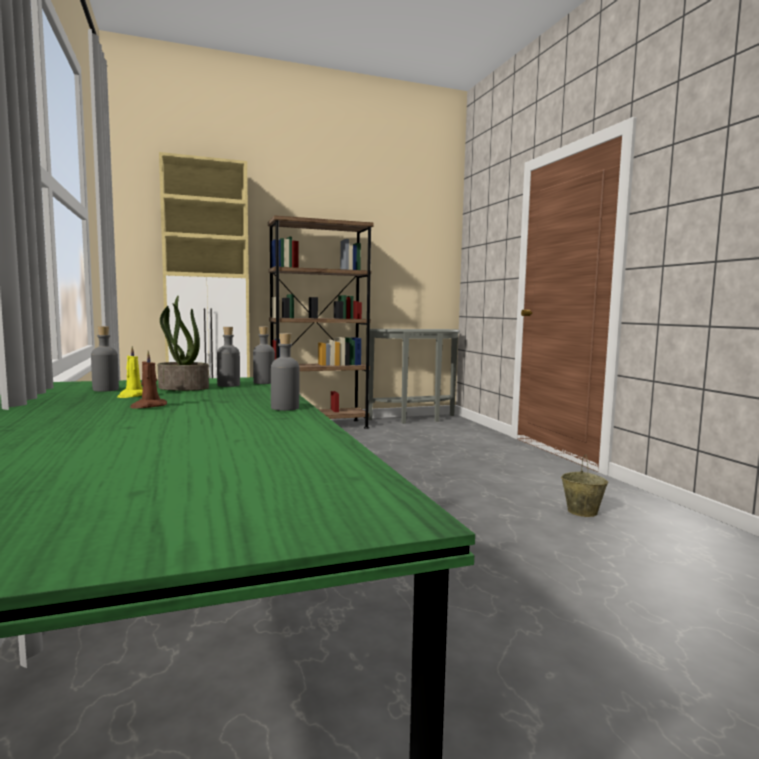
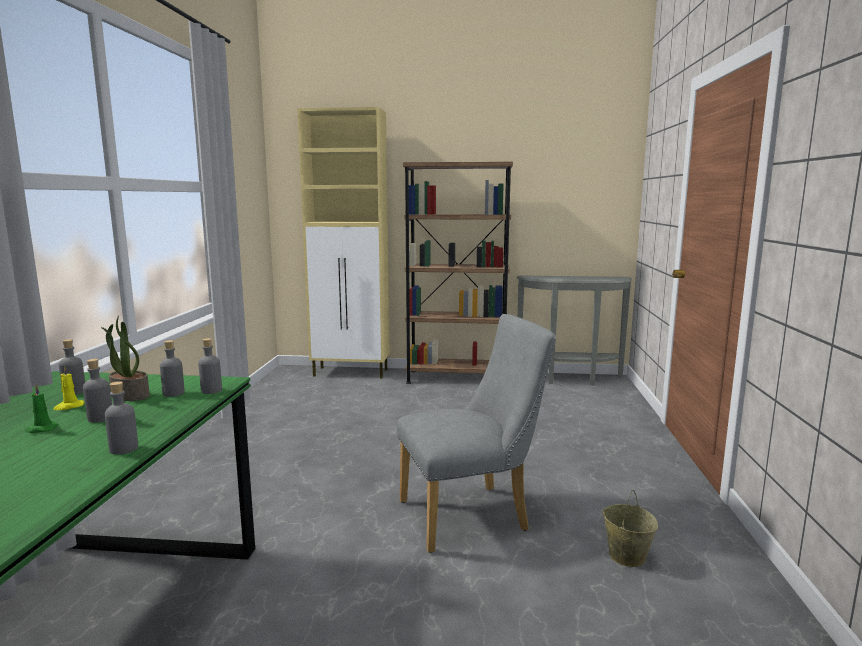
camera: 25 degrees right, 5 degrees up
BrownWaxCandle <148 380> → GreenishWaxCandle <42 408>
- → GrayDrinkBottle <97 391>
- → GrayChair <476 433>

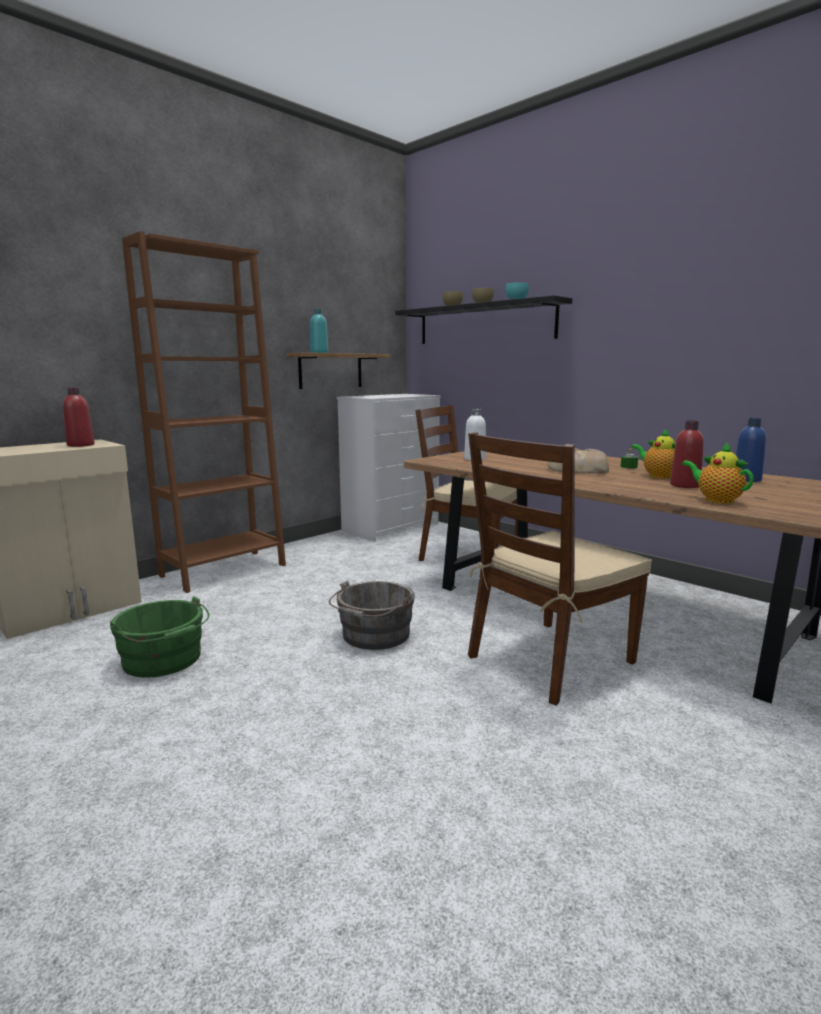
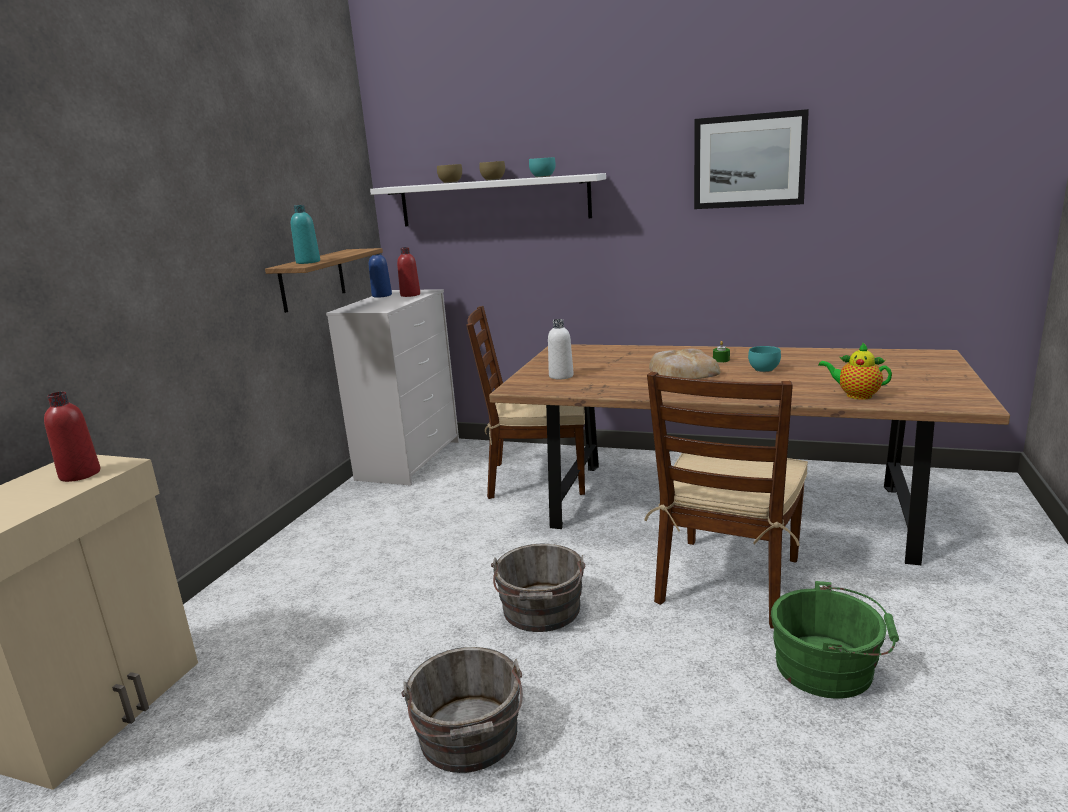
camera: 25 degrees left, 5 degrees up
BluishDrinkBottle <751 450> → BluishDrinkBottle <380 275>, relocated
BlackShelf <483 319> → WhitishShelf <488 199>
RedColouredDrinkBottle <687 454> → RedColouredDrinkBottle <408 272>, relocated
- → GrayBucket <462 710>
- → WallArt <751 159>
Teapot <654 454> → TurquoiseServingBowl <764 359>
GreenishBucket <160 637> → GreenishBucket <835 640>, relocated
BrownShelvingUnit <204 412> → -

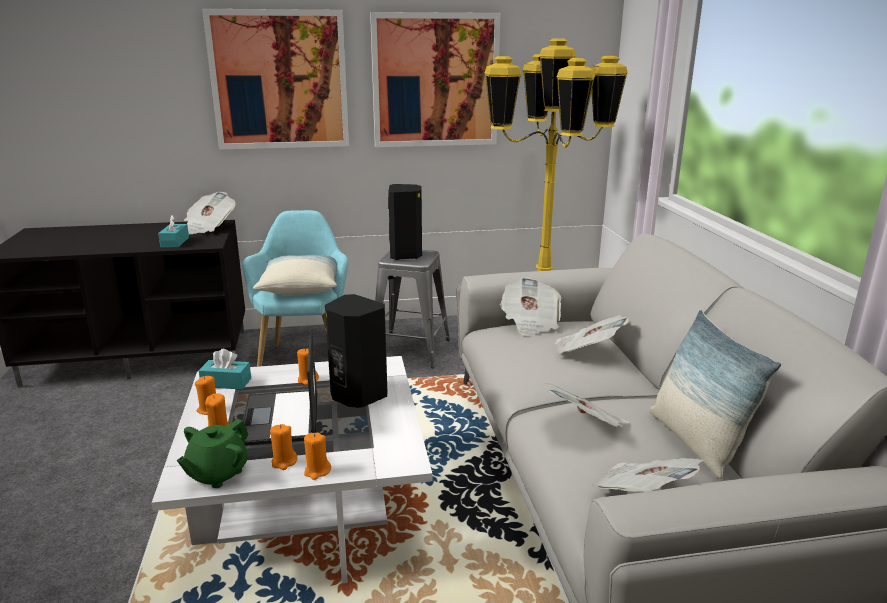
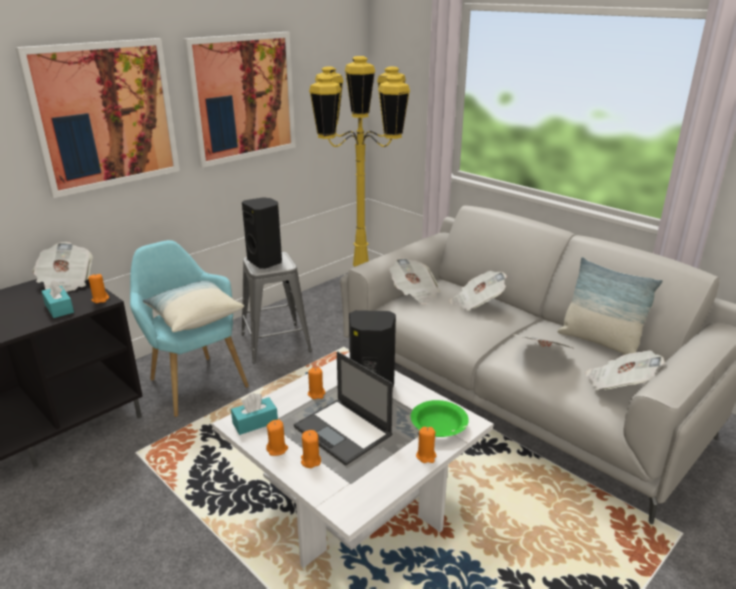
camera: 35 degrees left, 5 degrees up
OrangeyWaxCandle <283 447> → OrangeyWaxCandle <98 288>, relocated
- → GreenishServingBowl <440 418>
GreenishTeapot <213 453> → -

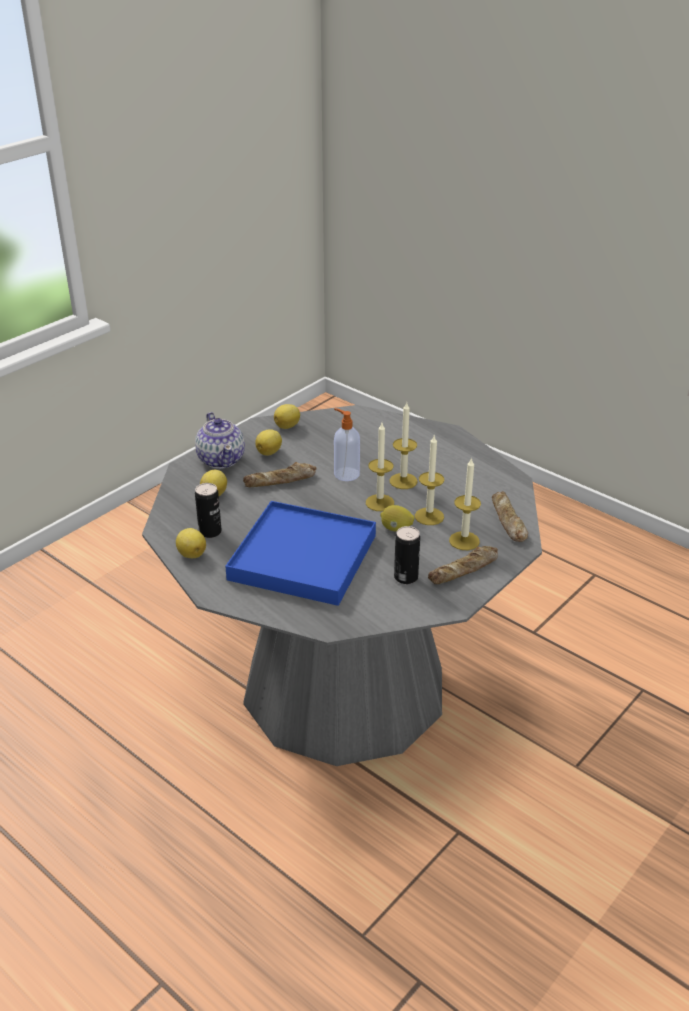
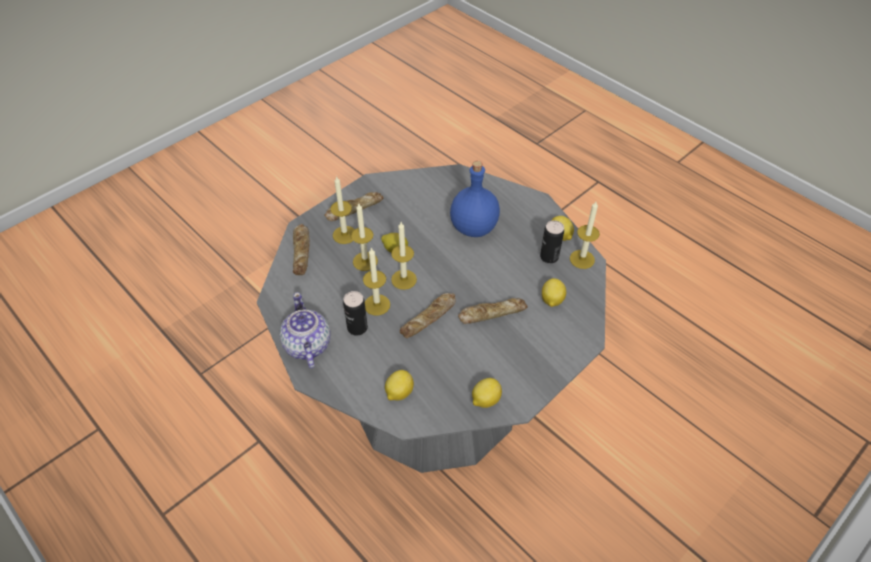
camera: 175 degrees left, 15 degrees up
Teapot <220 440> → Teapot <305 330>, relocated
MetalCan <407 555> → MetalCan <355 313>, relocated
CitrusFruit <268 442> → CitrusFruit <399 385>, relocated
LiquidSoapBottle <347 444> → BakedBread <428 315>
BluishTray <300 553> → BluishDrinkBottle <475 199>
- → WaxCandle <585 235>

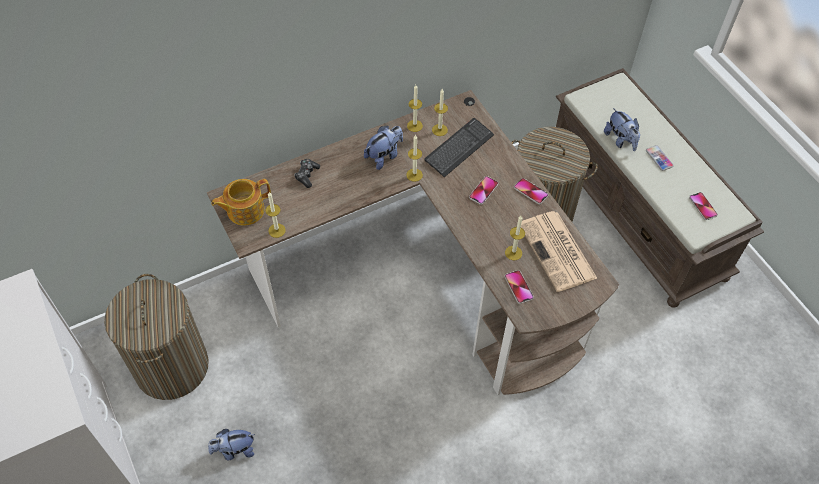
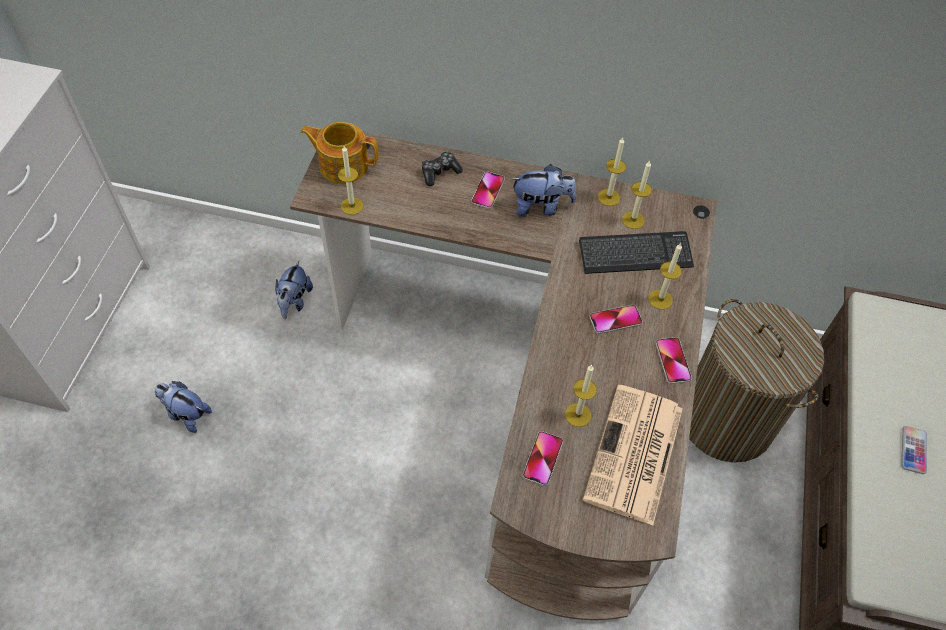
camera: 40 degrees right, 0 degrees up
PlushToy <622 129> → PlushToy <294 290>, relocated
Phone <703 206> → Phone <488 190>, relocated
WaxCandle <414 158> → WaxCandle <665 276>, relocated
WashingBasket <156 337> → -

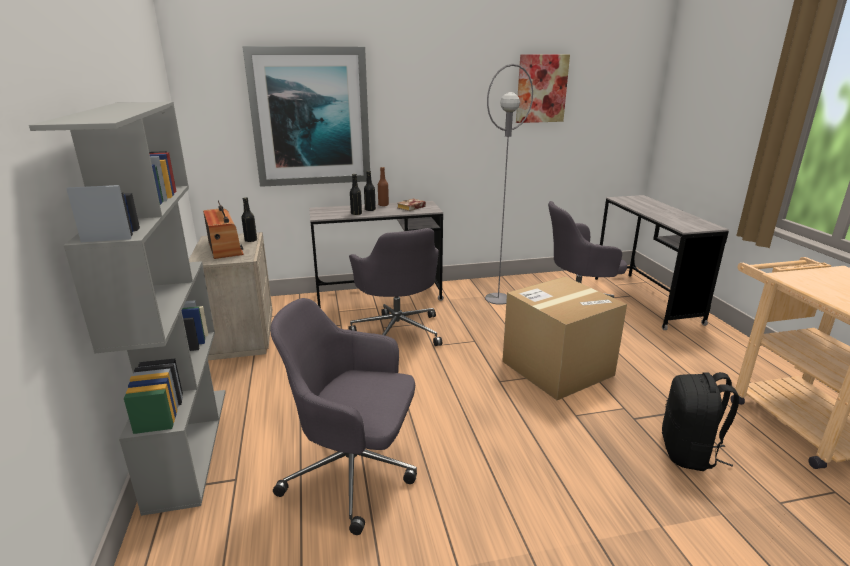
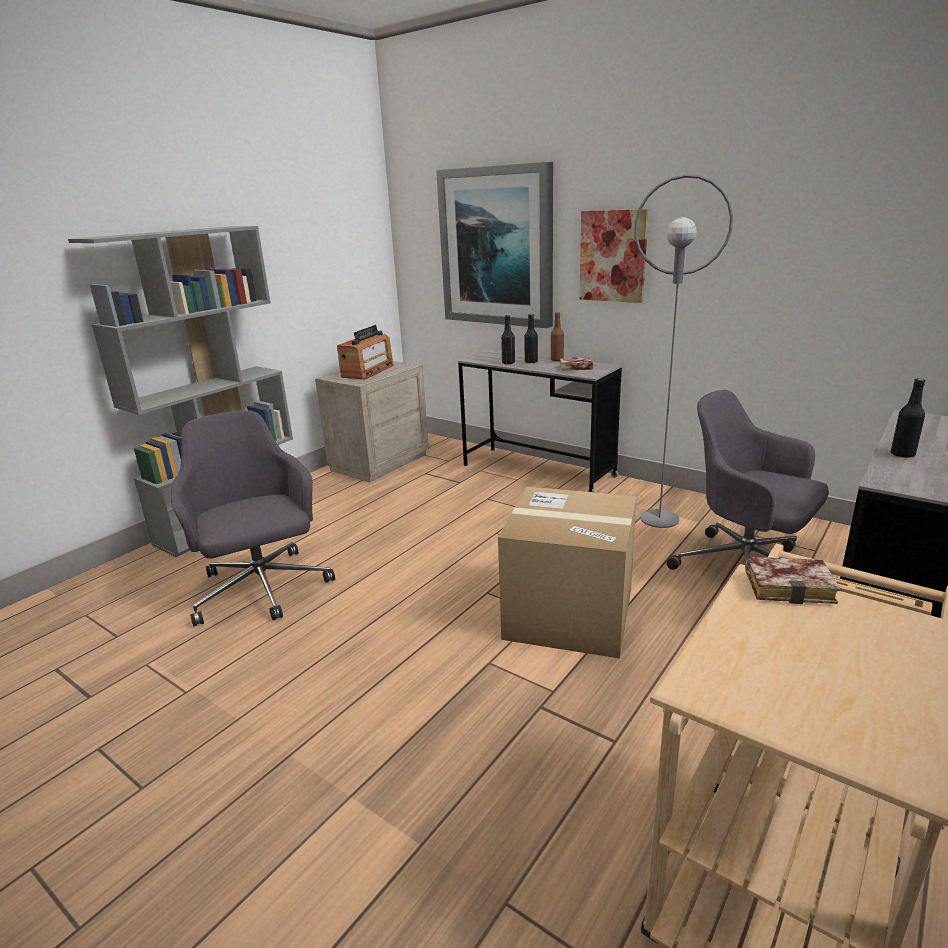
camera: 50 degrees right, 0 degrees up
WallArt <543 89> → WallArt <614 256>, relocated
- → Volume <792 580>
BlackDrinkBottle <249 219> → BlackDrinkBottle <908 418>, relocated
GrayDeskChair <395 287> → -
BlackKnapsack <700 421> → -

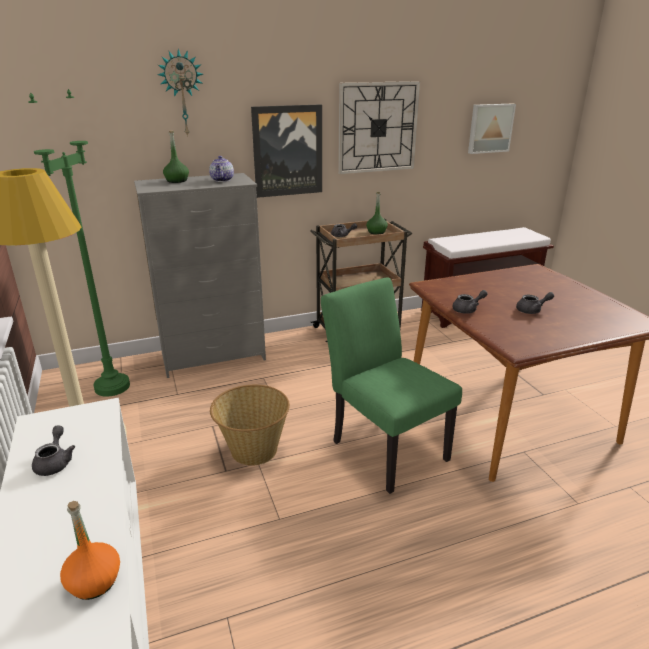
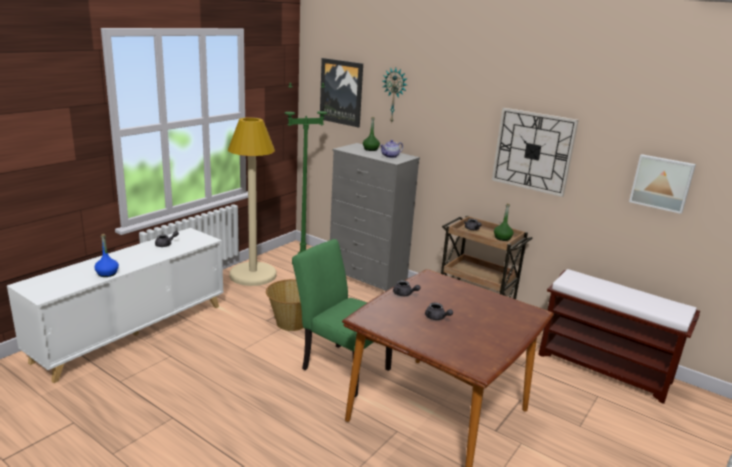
camera: 55 degrees right, 5 degrees down
OrangeyDrinkBottle <90 550> → BluishDrinkBottle <106 255>
GreenishChair <391 385> → GreenishChair <342 318>, 75 degrees counterclockwise
WallArt <286 151> → WallArt <341 93>, relocated

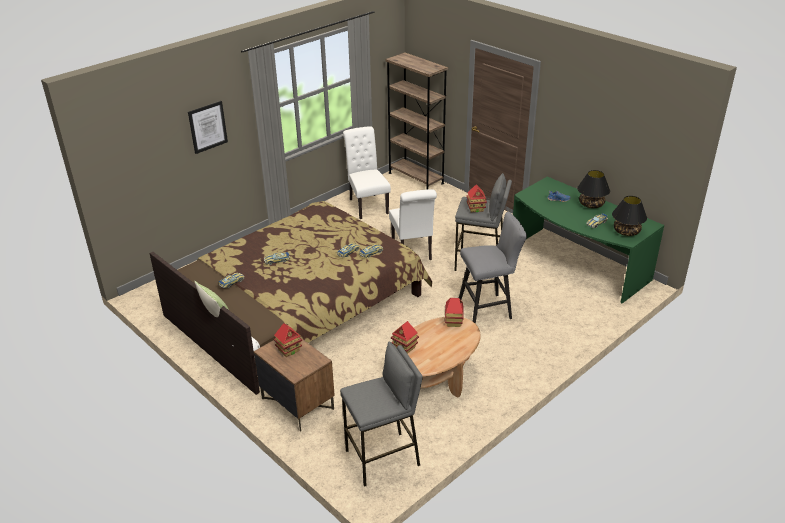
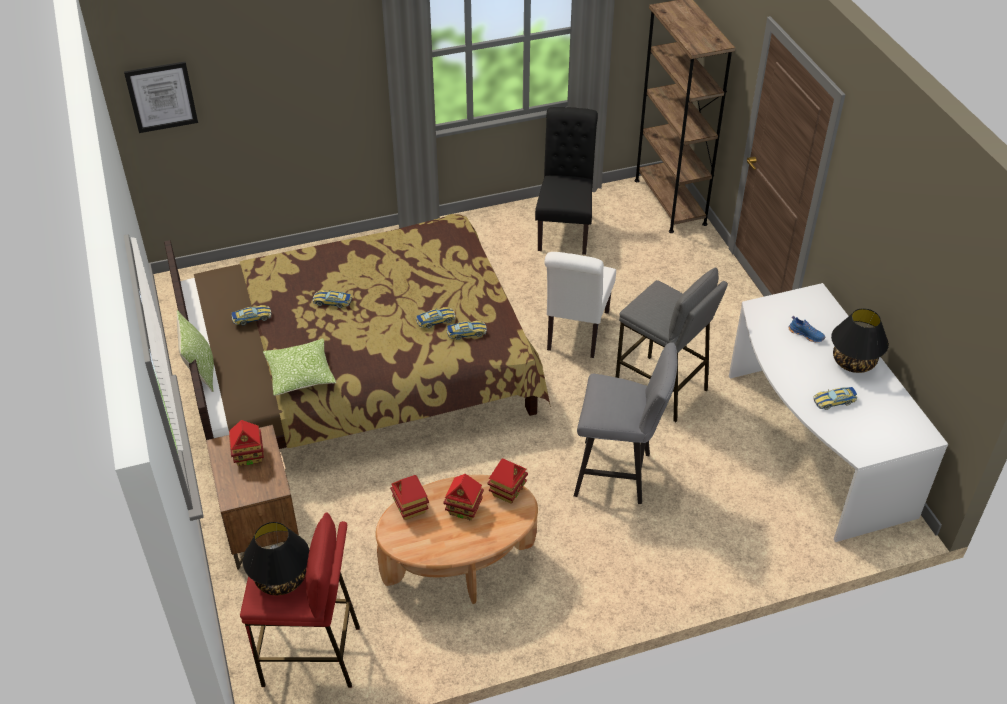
camera: 25 degrees right, 10 degrees up
WallArt <208 127> → WallArt <161 97>, relocated
GrayStool <381 414> → RedColouredStool <300 600>
BlackTabletopLamp <629 216> → BlackTabletopLamp <276 558>, relocated
- → Cushion <299 367>
ModelHouse <476 198> → ModelHouse <463 497>, relocated
WhitishChair <367 173> → BlackChair <566 181>
GreenishDesk <588 240> → WhitishDesk <838 412>

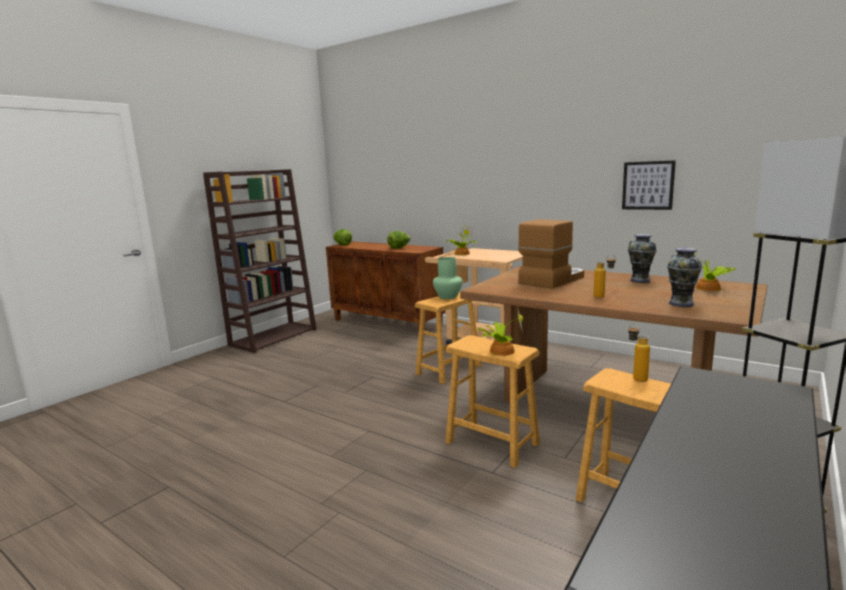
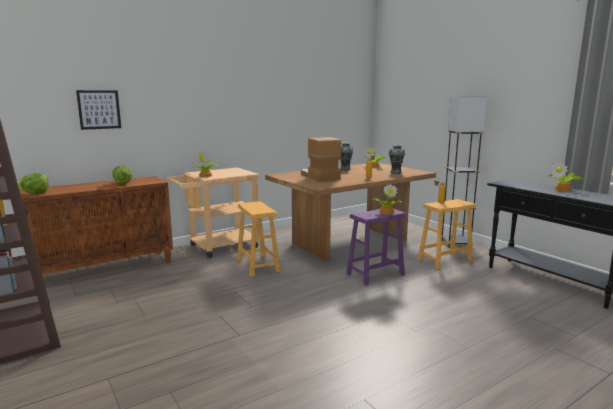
camera: 70 degrees left, 0 degrees up
WallArt <649 185> → WallArt <98 110>, relocated
BrownStool <492 401> → PurplishStool <376 247>
- → PottedPlant <566 176>
GreenishDecorativeVase <447 278> → -

